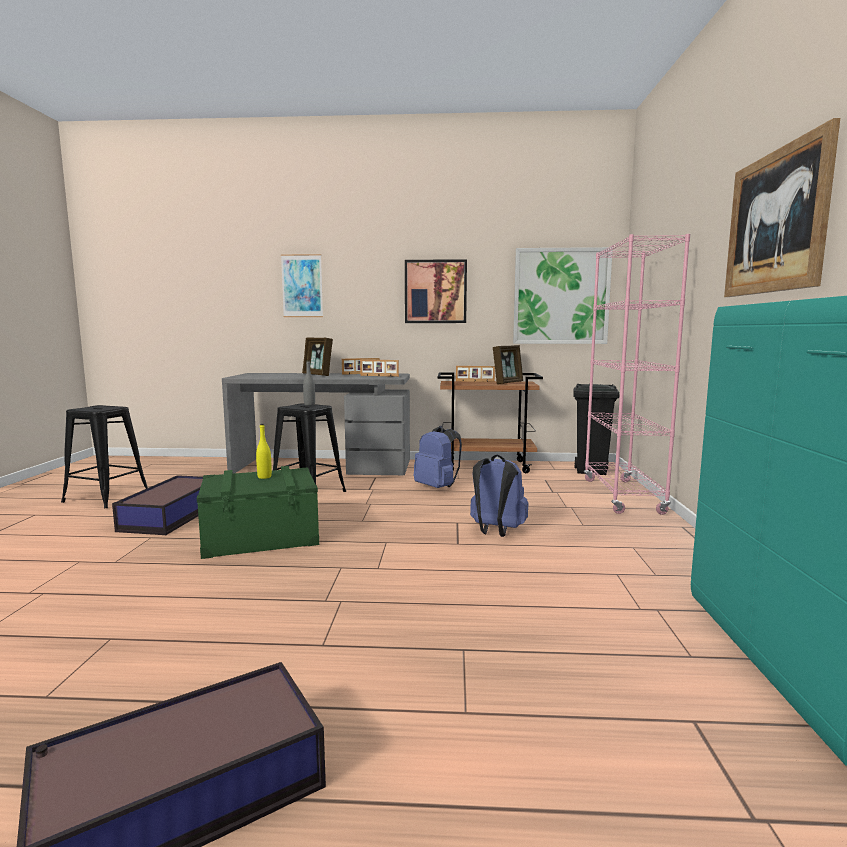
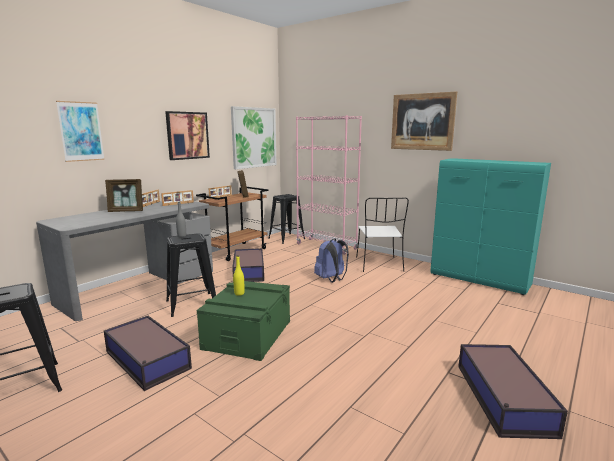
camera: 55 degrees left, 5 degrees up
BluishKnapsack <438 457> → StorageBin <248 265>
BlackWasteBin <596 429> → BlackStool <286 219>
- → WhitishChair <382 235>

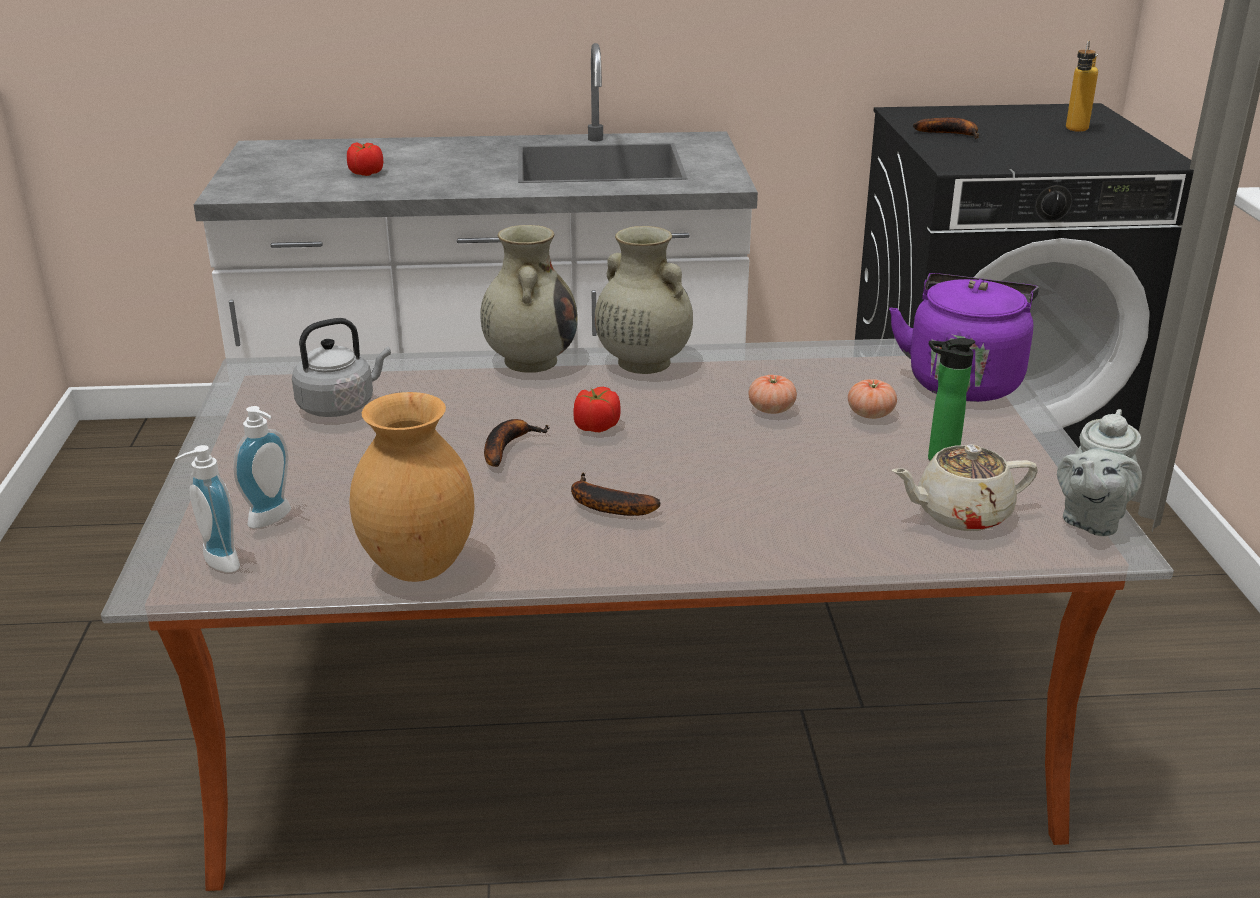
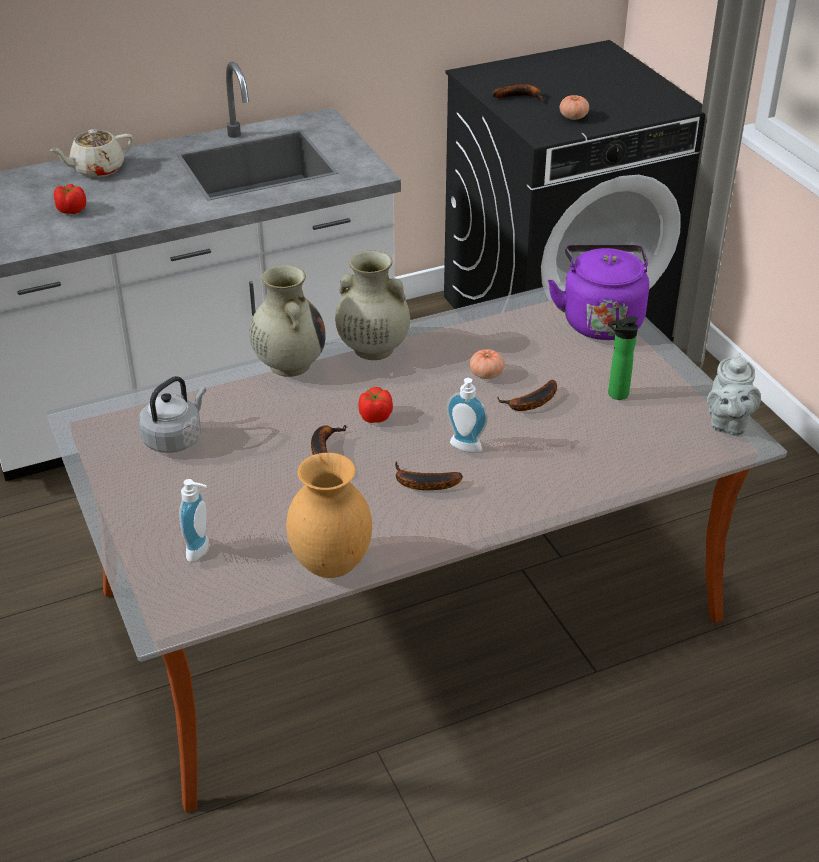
camera: 20 degrees left, 10 degrees up
BeigeTeapot <965 488> → BeigeTeapot <91 153>, relocated
LiquidSoapBottle <207 509> → LiquidSoapBottle <467 415>, relocated
- → WholeBanana <527 395>
WholeTomato <872 399> → WholeTomato <574 107>, relocated
DrinkBottle <1082 86> → -

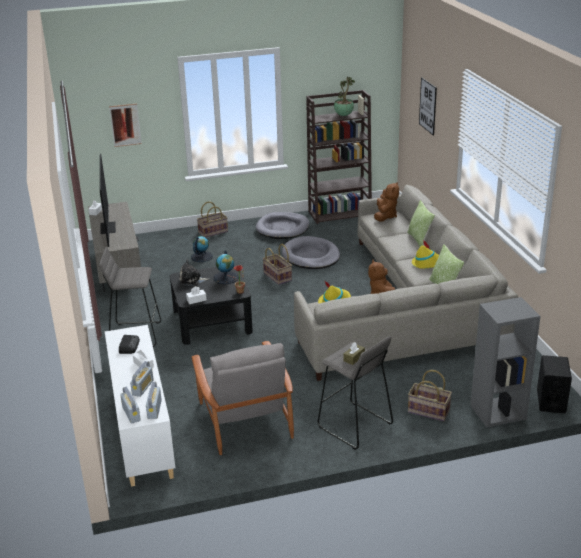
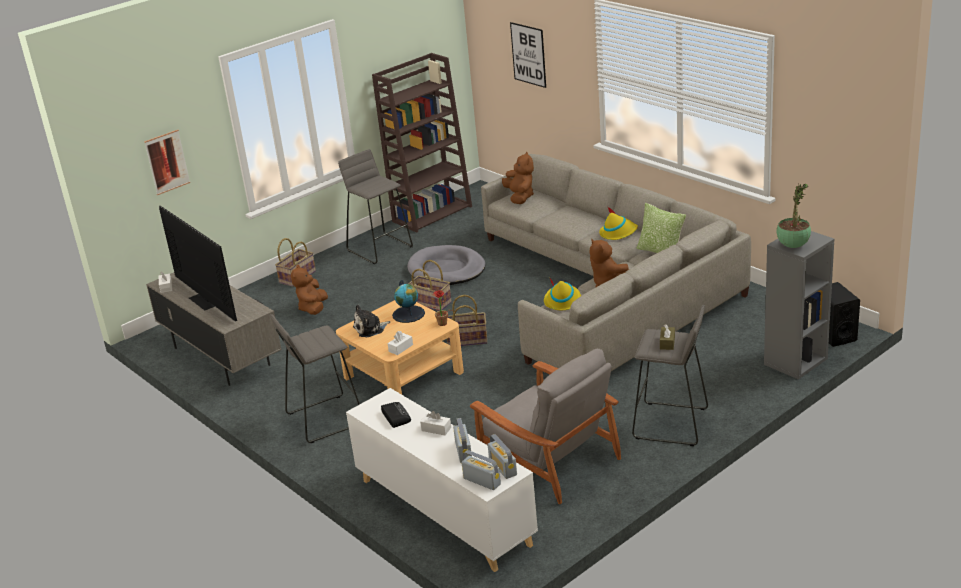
camera: 25 degrees left, 0 degrees up
DeskGlobe <202 249> → BrownPlushToy <309 290>
BlackLowTable <211 305> → BeigeLowTable <400 347>
GrayPetBed <282 225> → GrayStool <375 206>
StorageBasket <430 395> → StorageBasket <467 320>, relocated
PottedPlant <344 96> → PottedPlant <794 215>, relocated
Cushion <421 223> → -

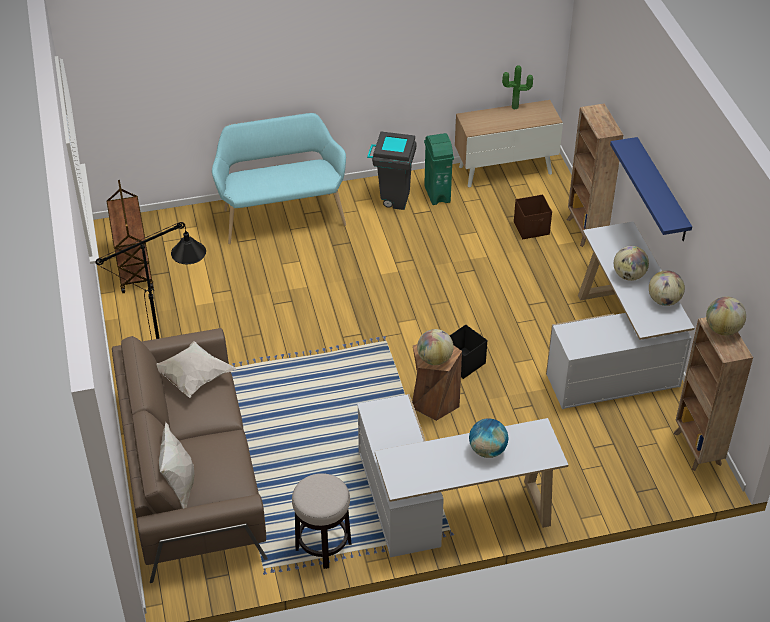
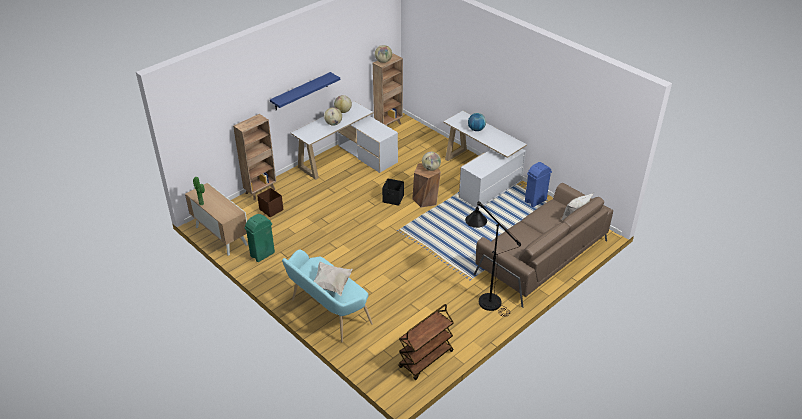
camera: 120 degrees left, 5 degrees down
WhitishCushion <196 370> → WhitishCushion <333 279>, relocated
Stool <322 521> → BluishWasteBin <538 184>
GrayWasteBin <392 170> → -

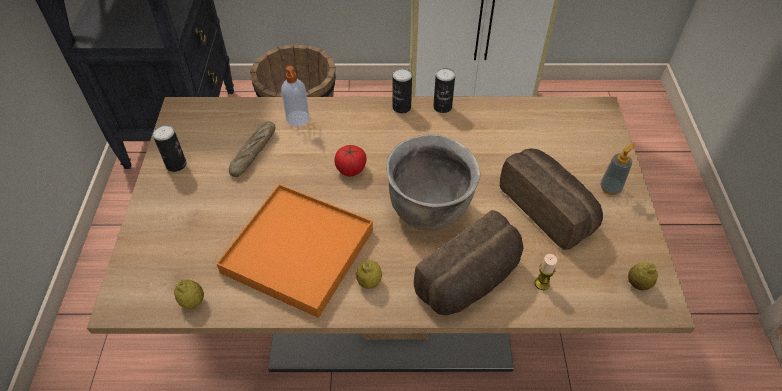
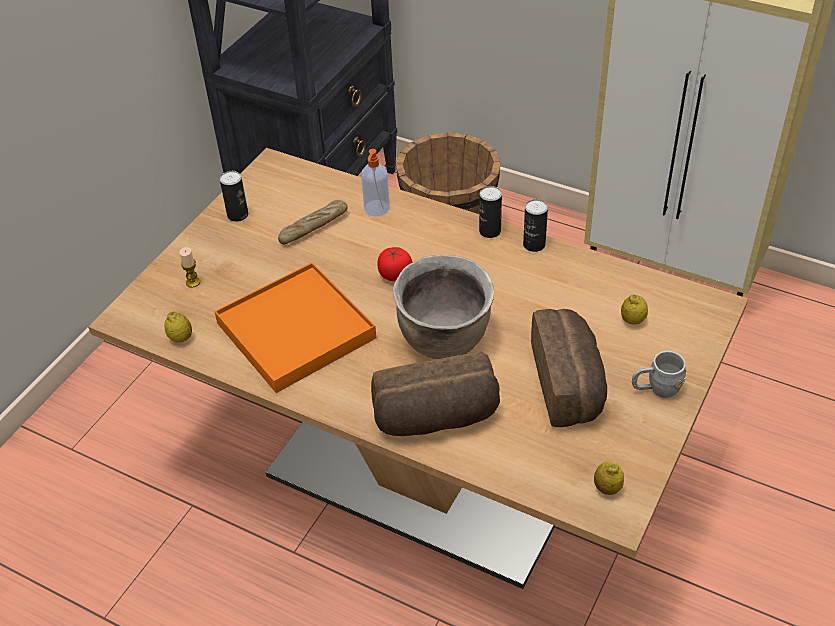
camera: 30 degrees right, 5 degrees down
WaxCandle <546 272> → WaxCandle <190 267>, relocated
CitrusFruit <369 274> → CitrusFruit <634 309>, relocated
LiquidSoapBottle <618 169> → GrayCoffeeMug <659 374>

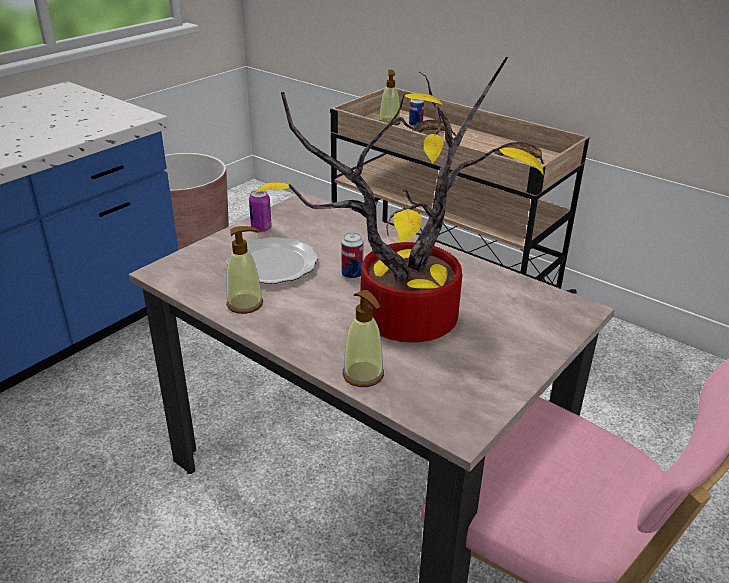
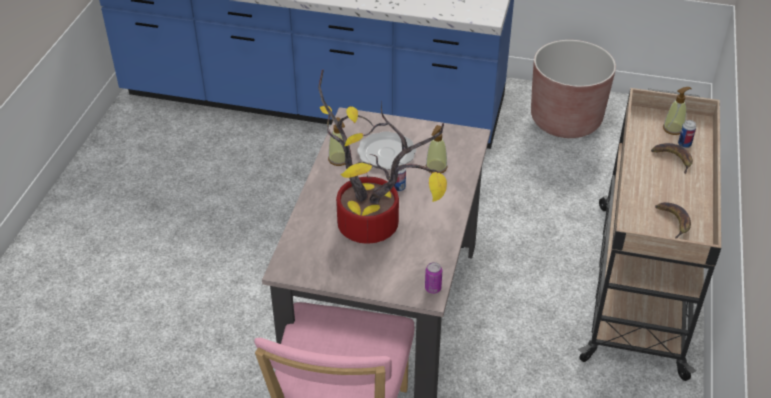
camera: 65 degrees right, 10 degrees up
LiquidSoapBottle <363 338> → LiquidSoapBottle <436 149>, relocated
MetalCan <260 211> → MetalCan <433 278>, relocated

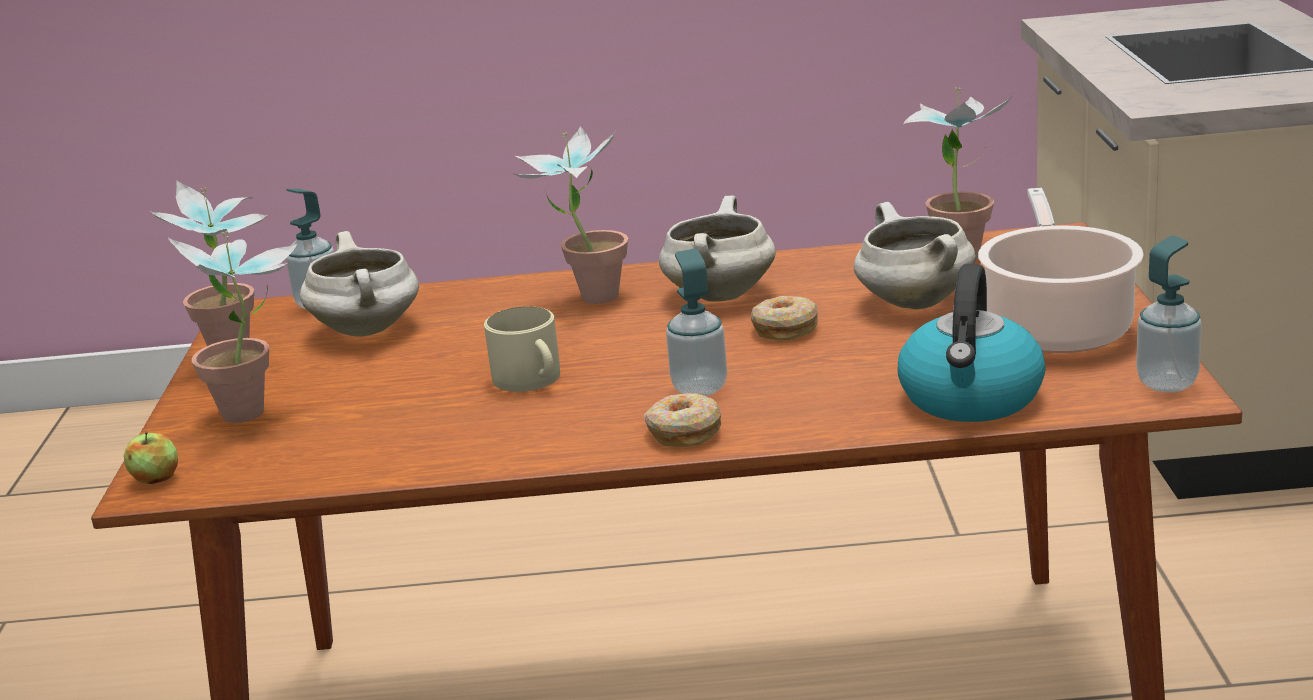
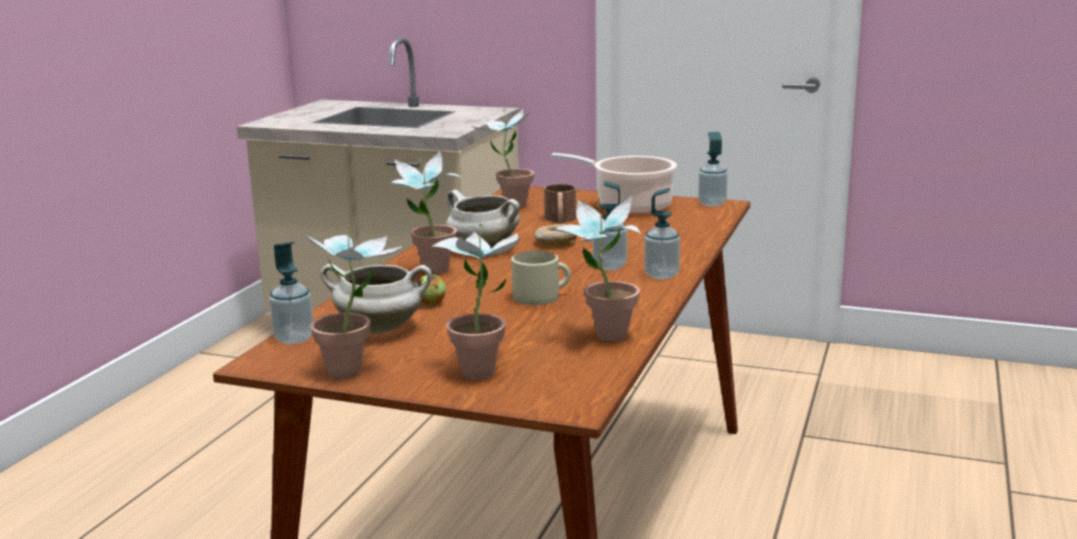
camera: 70 degrees left, 5 degrees down
AppleFruit <151 457> → AppleFruit <431 288>, relocated
WhitishSaucepot <915 256> → BrownCoffeeMug <560 203>
- → PottedPlant <597 269>
RingDoughnut <682 420> → LiquidSoapBottle <662 234>
WaterKettle <971 343> → -

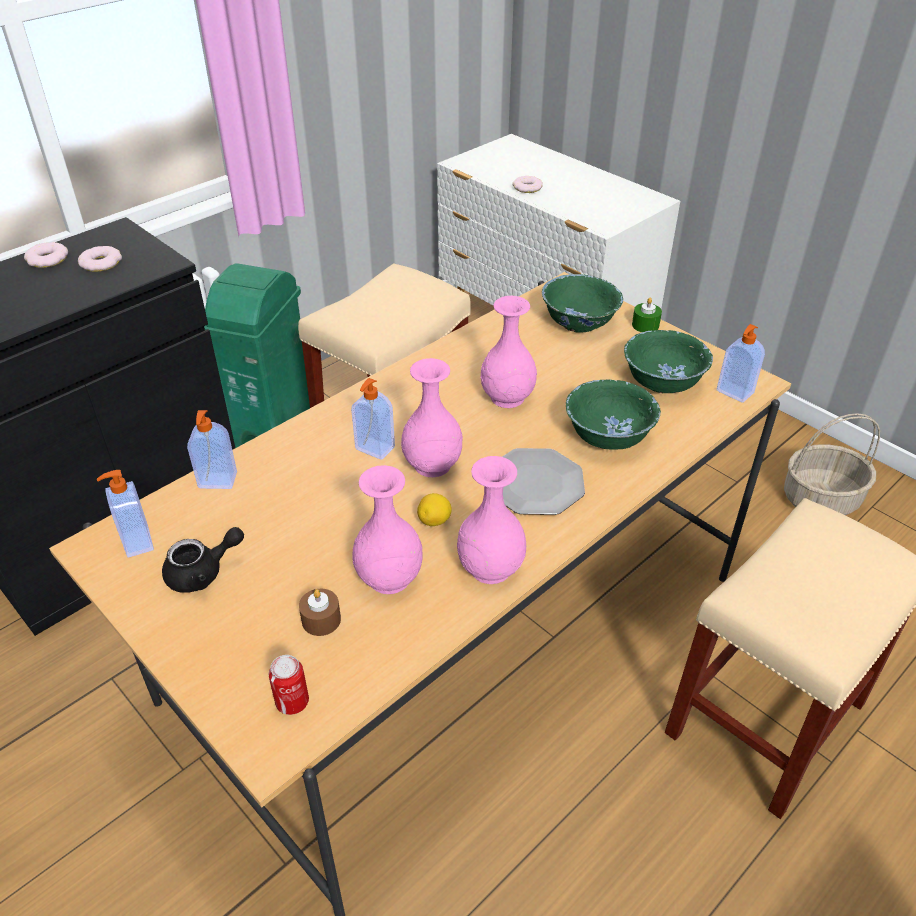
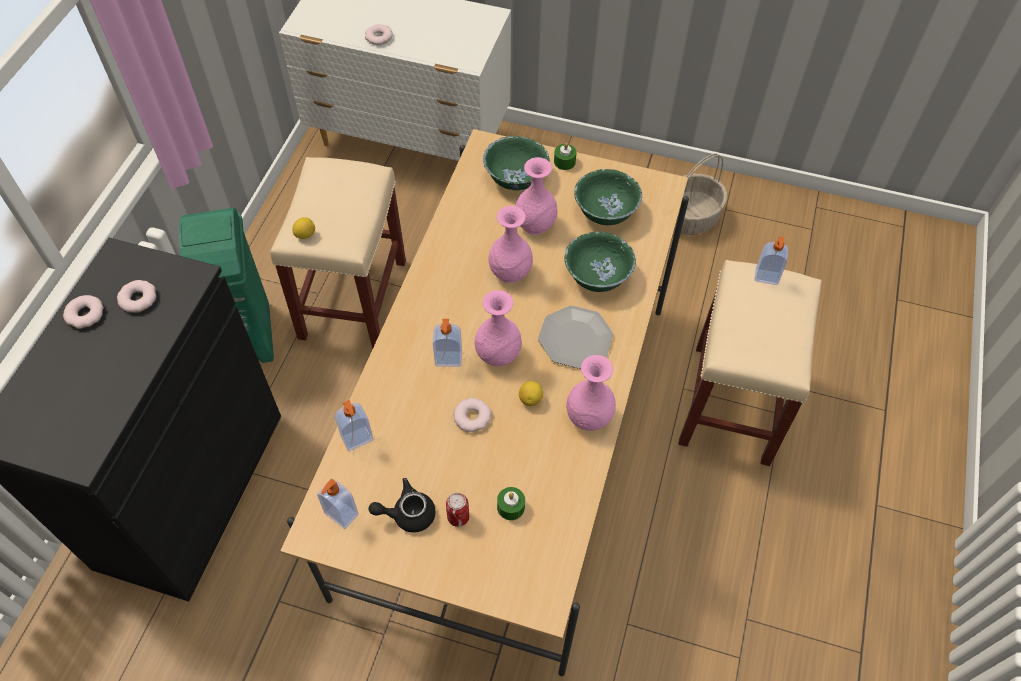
camera: 30 degrees left, 15 degrees up
- → CitrusFruit <303 228>
BlackTeapot <203 560> → BlackTeapot <401 505>, 135 degrees counterclockwise
MetalCan <289 685> → MetalCan <457 510>, relocated
- → RingDoughnut <472 415>
BrownWaxCandle <320 612> → GreenishWaxCandle <511 503>
PinkColouredDecorativeVase <388 529> → PinkColouredDecorativeVase <536 196>, relocated
LiquidSoapBottle <741 363> → LiquidSoapBottle <771 260>, relocated

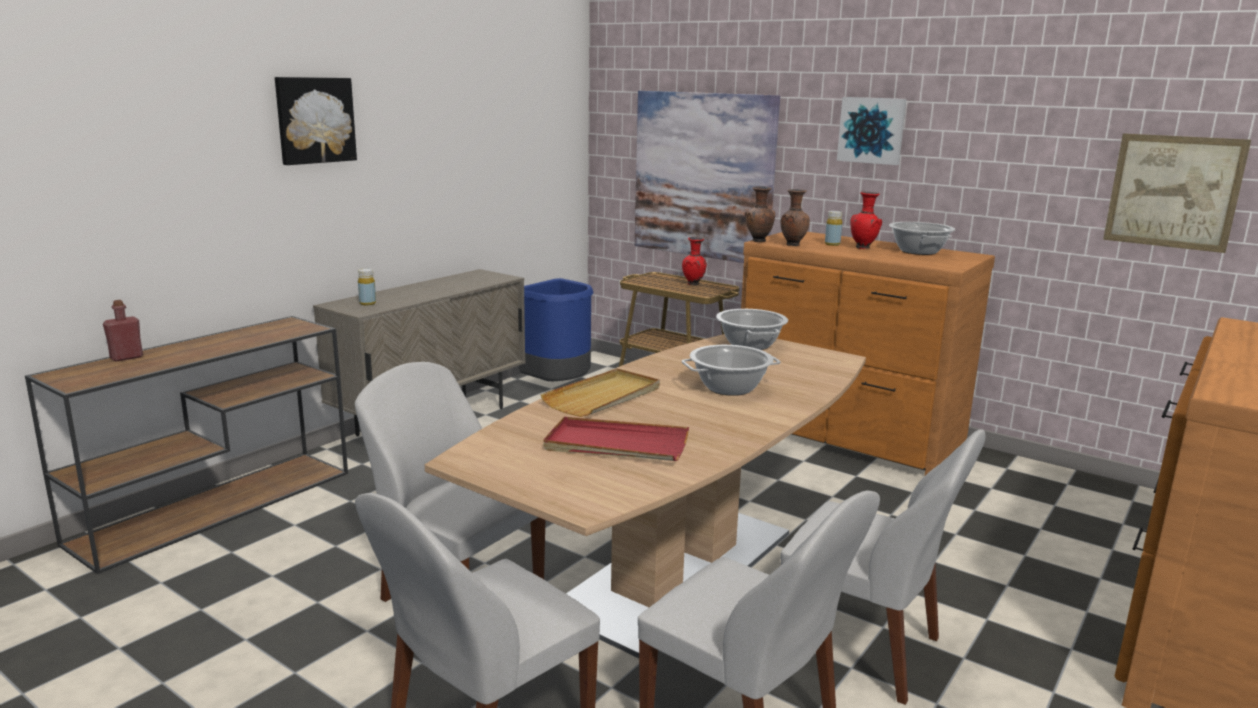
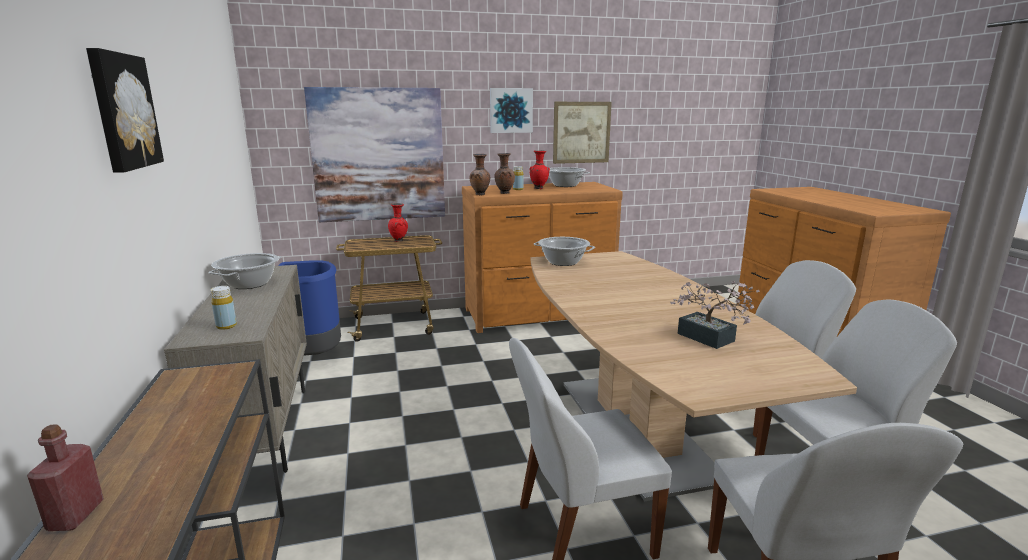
camera: 50 degrees left, 0 degrees up
Saucepot <731 370> → Saucepot <244 271>, relocated
WallArt <1177 193> → WallArt <582 133>, relocated
RedColouredTray <616 439> → PottedPlant <714 315>
BeigeTray <600 392> → -

